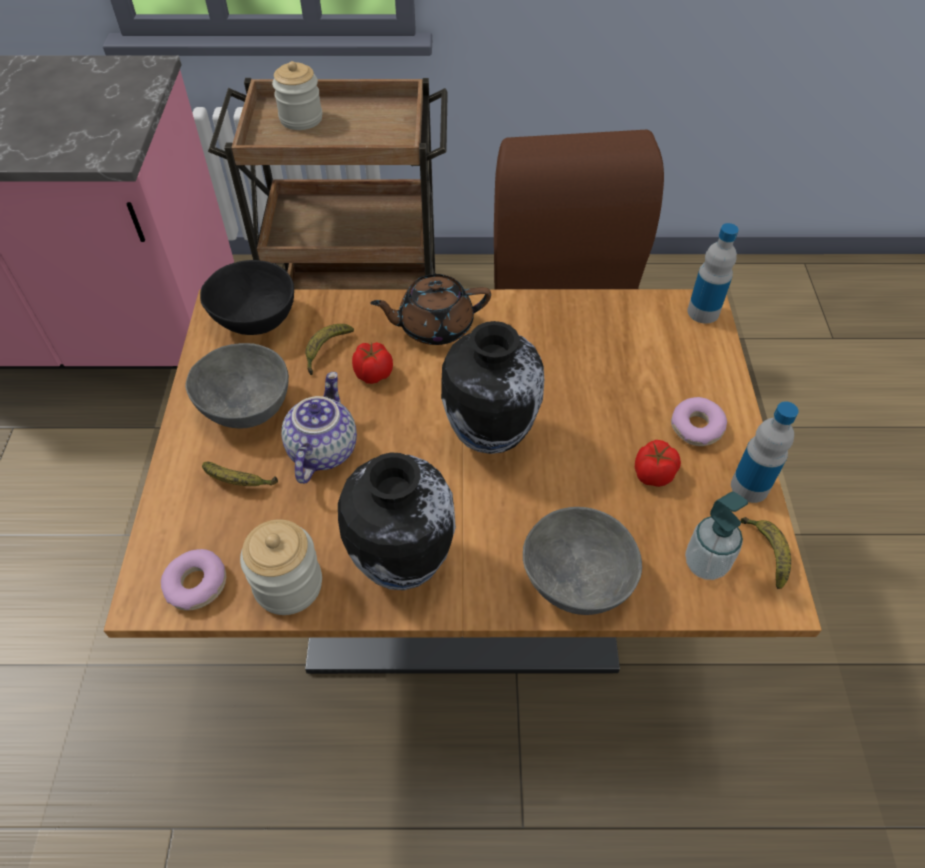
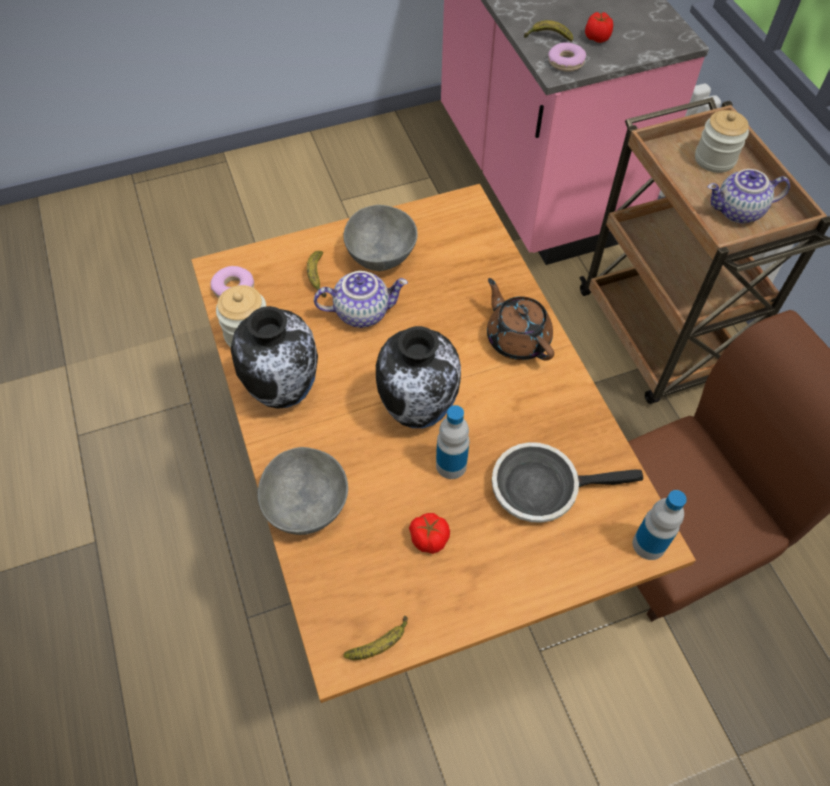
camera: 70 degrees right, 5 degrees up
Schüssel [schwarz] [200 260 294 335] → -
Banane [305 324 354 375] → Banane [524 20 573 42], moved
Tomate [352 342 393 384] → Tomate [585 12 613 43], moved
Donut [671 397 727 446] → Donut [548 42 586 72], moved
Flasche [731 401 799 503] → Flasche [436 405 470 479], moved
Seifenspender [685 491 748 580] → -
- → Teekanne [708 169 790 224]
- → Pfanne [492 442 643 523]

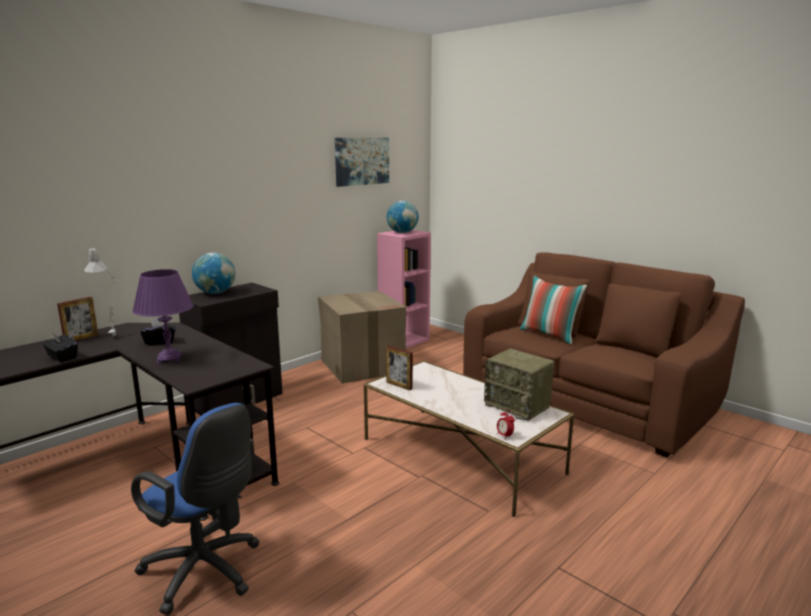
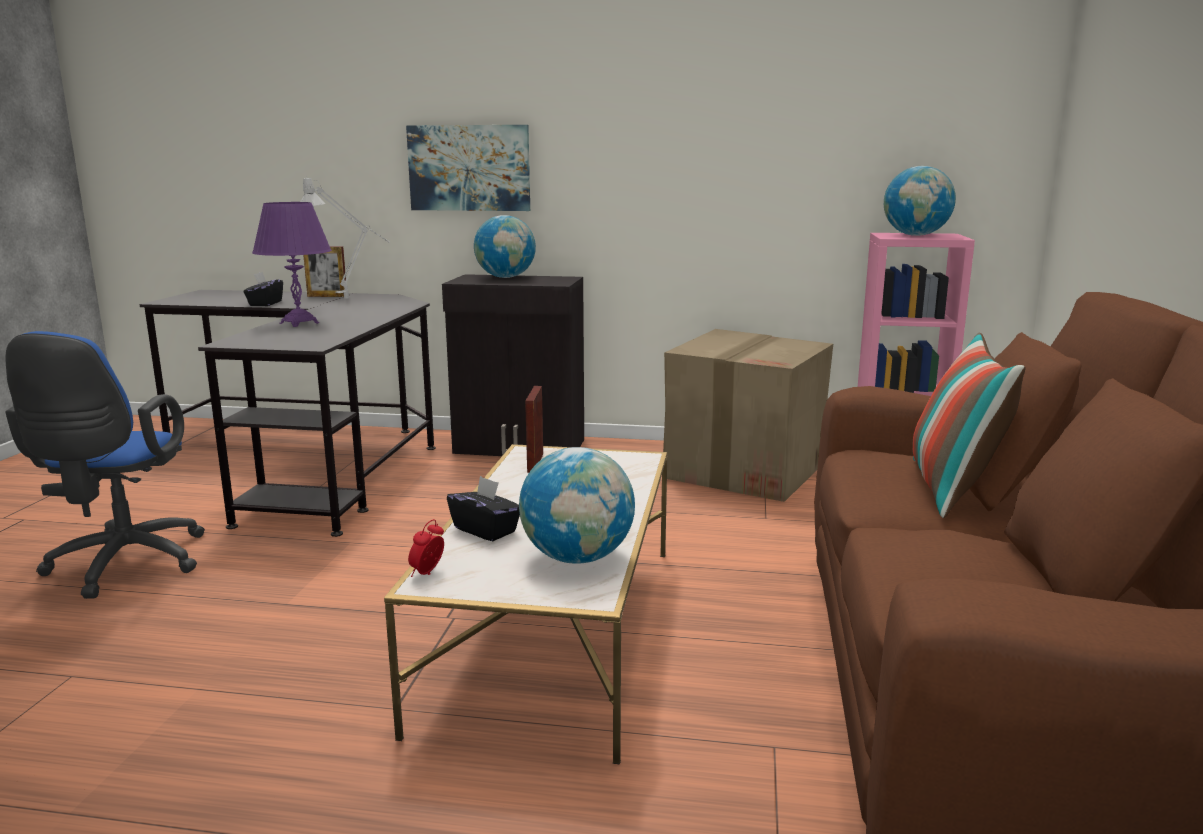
camera: 55 degrees right, 0 degrees up
Bild [335 138 389 187] → Bild [406 125 530 211], moved
Taschentuchbox [schwarz] [140 318 176 345] → Taschentuchbox [schwarz] [447 476 520 541], moved
Radio [484 349 554 421] → Globus [519 447 635 564]

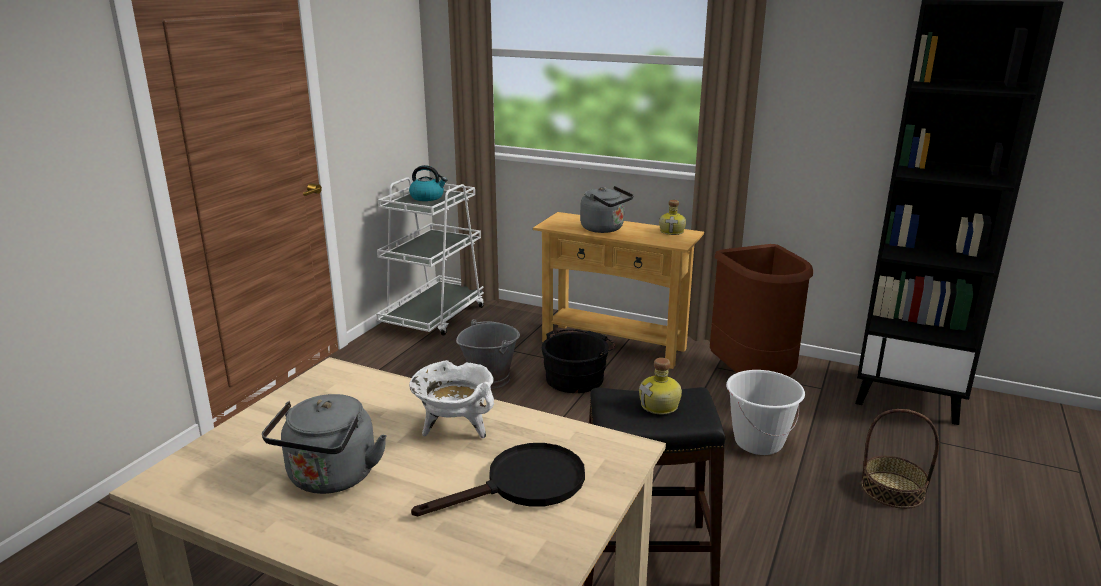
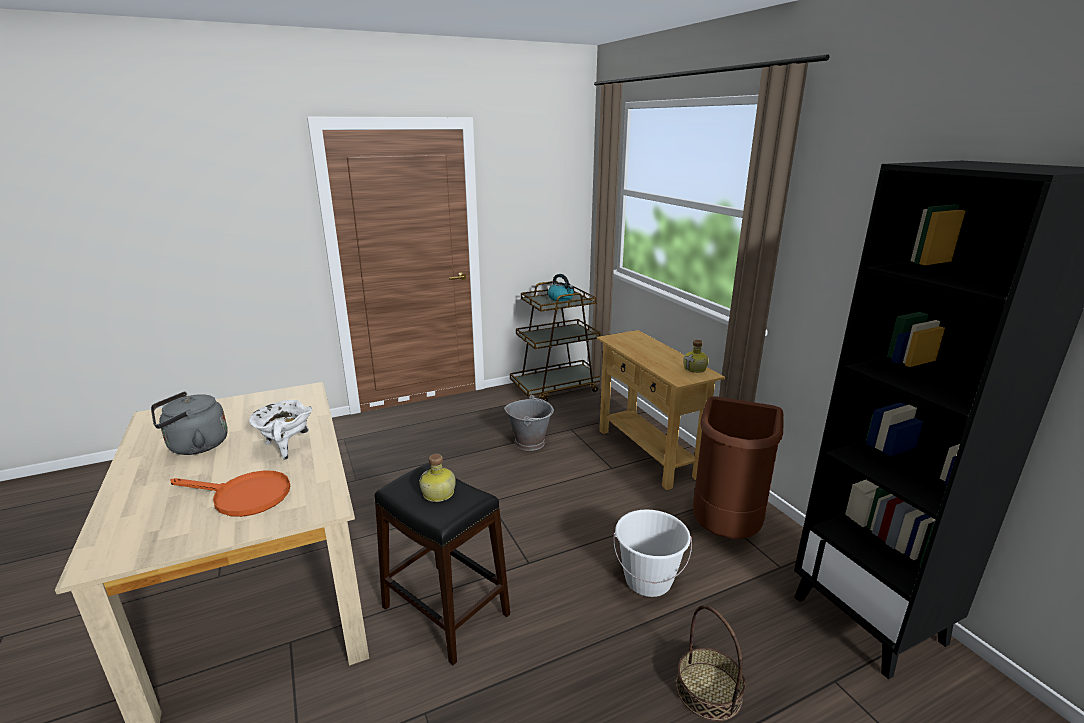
camera: 40 degrees right, 0 degrees up
Rollwagen [weiß] [376 177 484 336] → Rollwagen [braun] [510 281 601 401]
Wasserkessel [grau] [580 186 634 233] → -
Eimer [schwarz] [542 329 615 393] → -
Pfanne [schwarz] [411 443 585 516] → Pfanne [orange] [171 470 290 517]

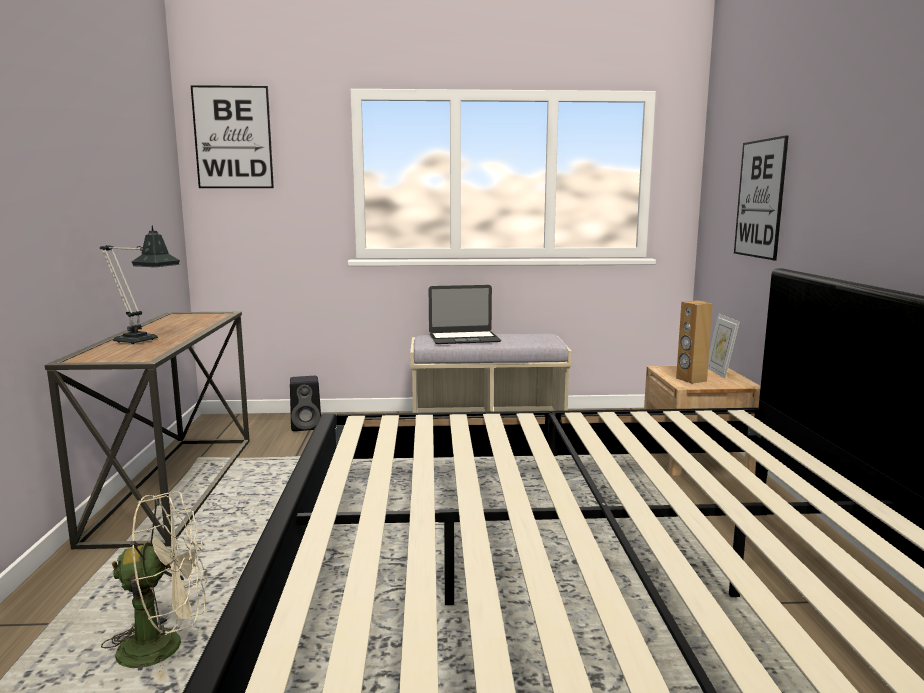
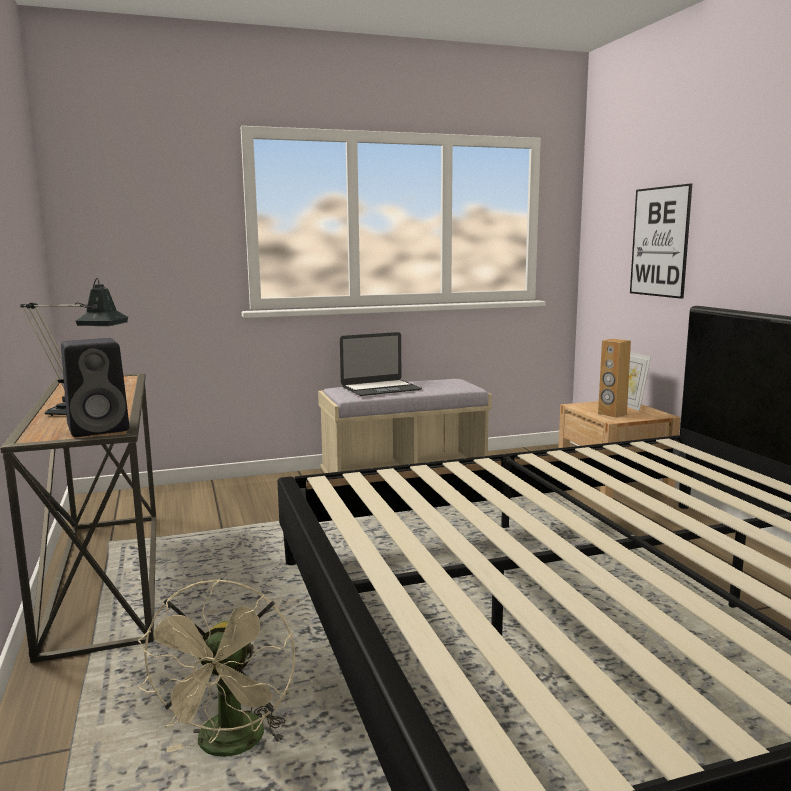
camera: 15 degrees left, 0 degrees up
Bild [191 85 274 188] → -
Lautsprecher [schwarz] [290 376 321 431] → Lautsprecher [schwarz] [61 338 129 437], moved
Ventilator [beige] [101 491 208 681] → Ventilator [beige] [138 579 295 757], 120 degrees clockwise

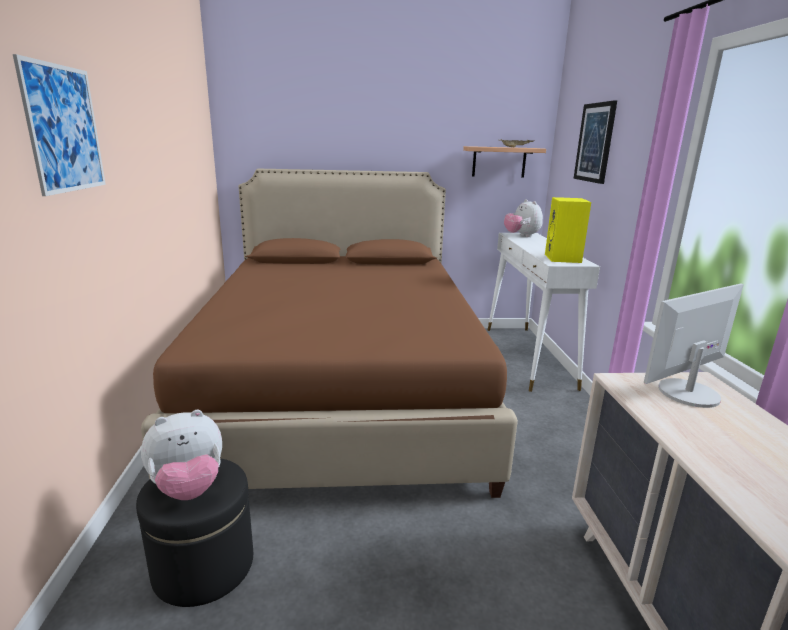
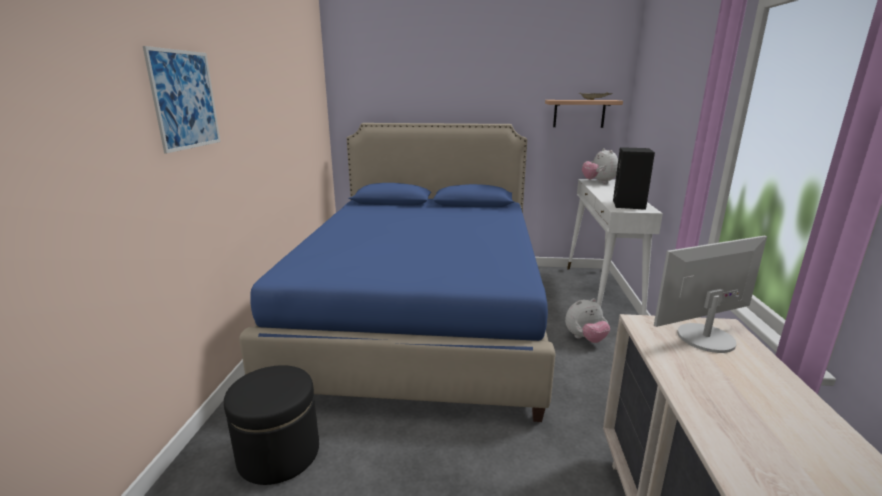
camera: 10 degrees right, 0 degrees up
Bild [574 101 617 184] → -
Bett [braun] [141 169 518 498] → Bett [blau] [239 123 556 422]
Lautsprecher [gelb] [545 197 591 263] → Lautsprecher [schwarz] [613 147 655 210]
Plüschtier [141 410 222 500] → Plüschtier [565 298 610 343], moved

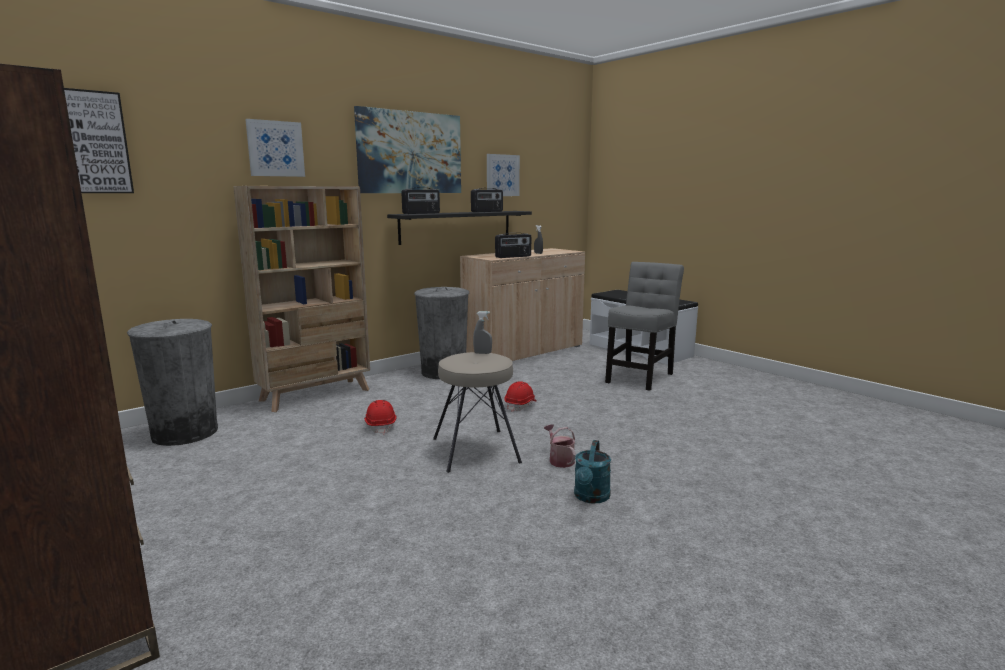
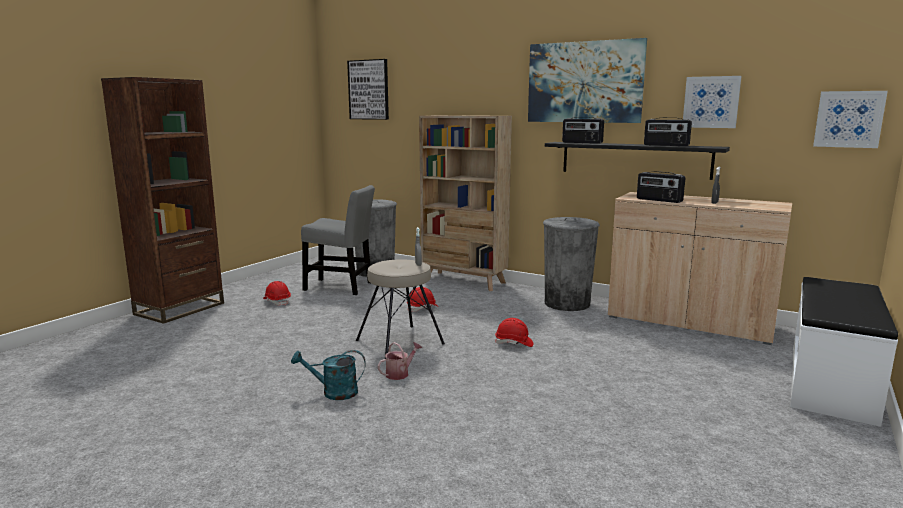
camera: 70 degrees right, 0 degrees up
Bild [245 119 305 177] → Bild [813 91 888 148], moved
Stuhl [grau] [605 262 684 391] → Stuhl [grau] [301 185 375 295], moved
- → Schutzhelm [rot] [263 281 291 306]

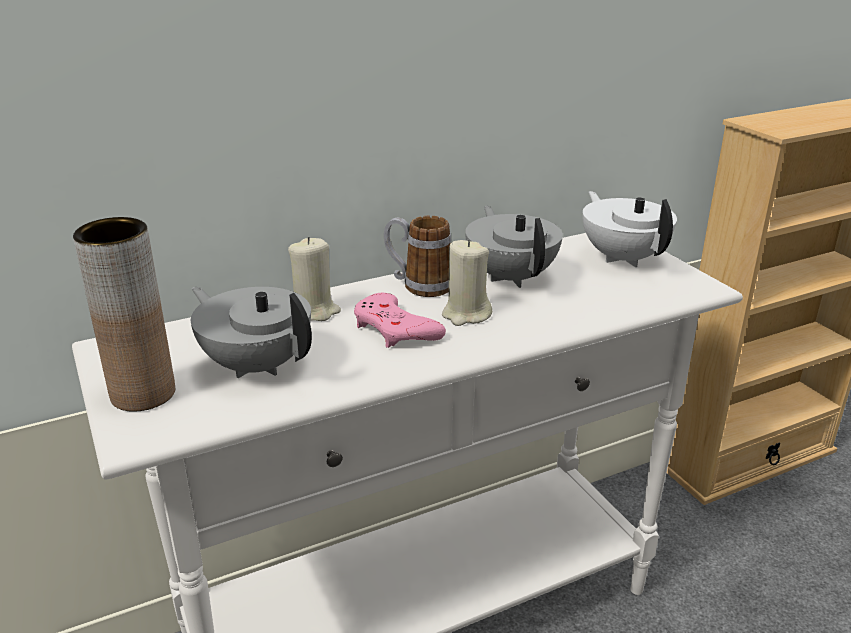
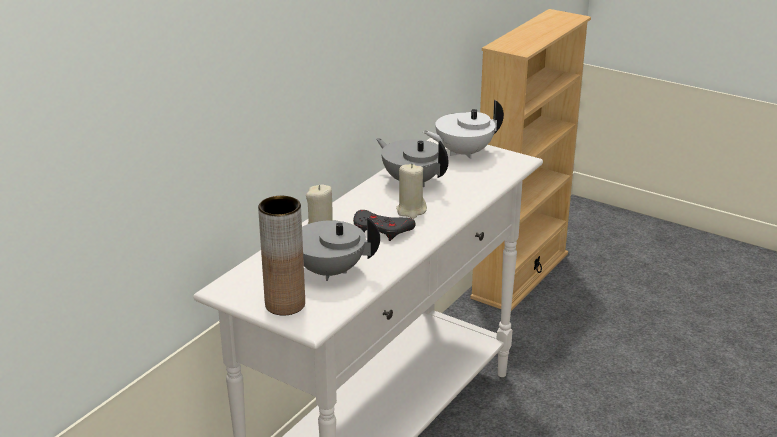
camera: 30 degrees left, 0 degrees up
Teekanne [weiß] [582 191 677 267] → Teekanne [weiß] [422 99 504 159], 60 degrees counterclockwise
Henkelbecher [384 216 451 297] → -
Gamepad [rosa] [354 293 446 348] → Gamepad [grau] [353 210 415 241]

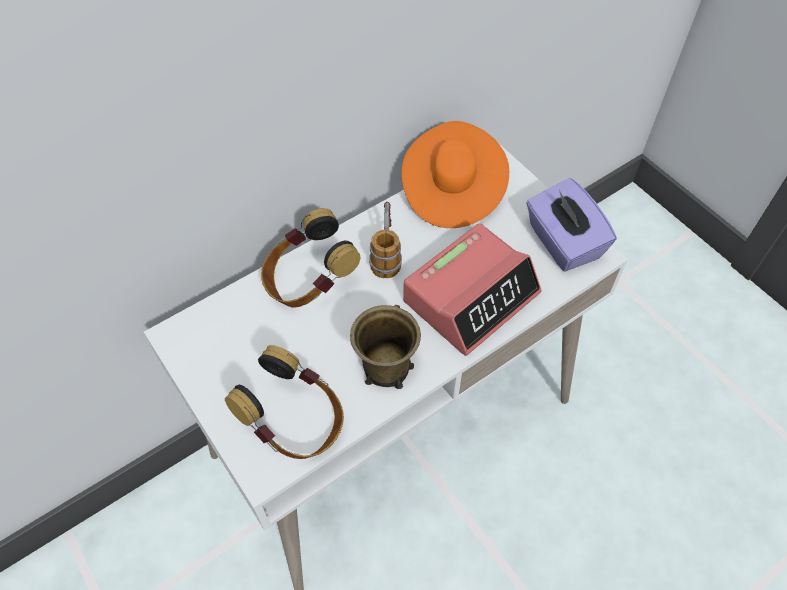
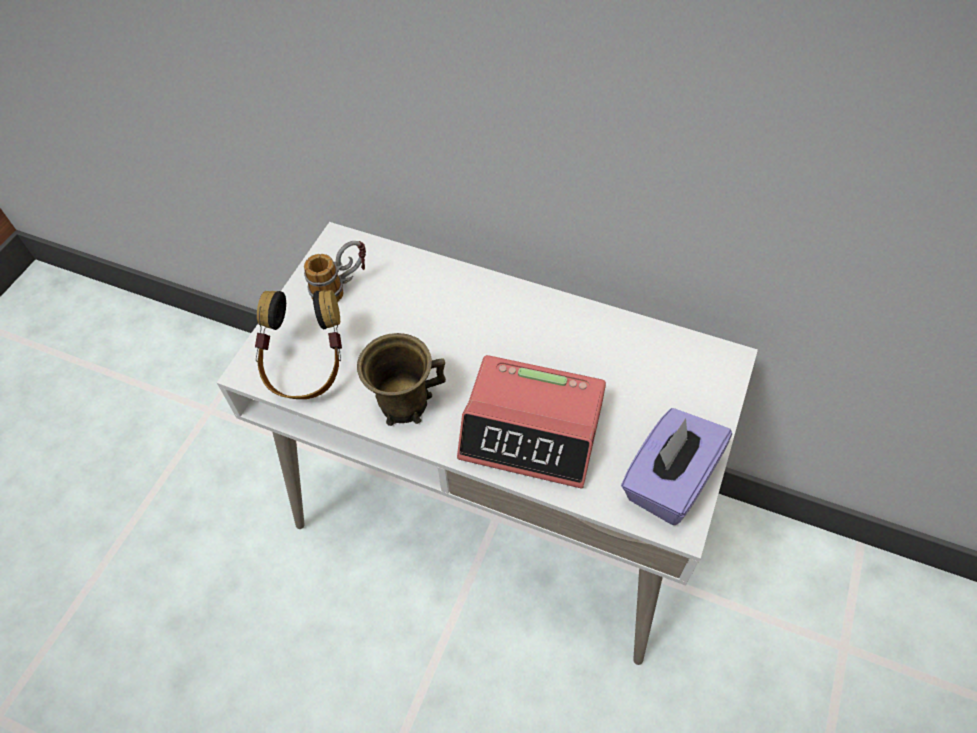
camera: 60 degrees right, 0 degrees up
Hut [orange] [401 121 509 228] → -
Henkelbecher [369 202 402 278] → Henkelbecher [304 241 366 302], moved
Kopfhörer [261 208 360 308] → -

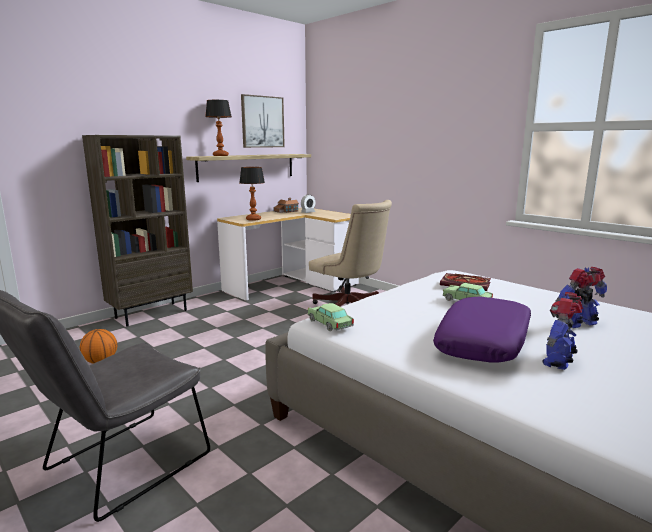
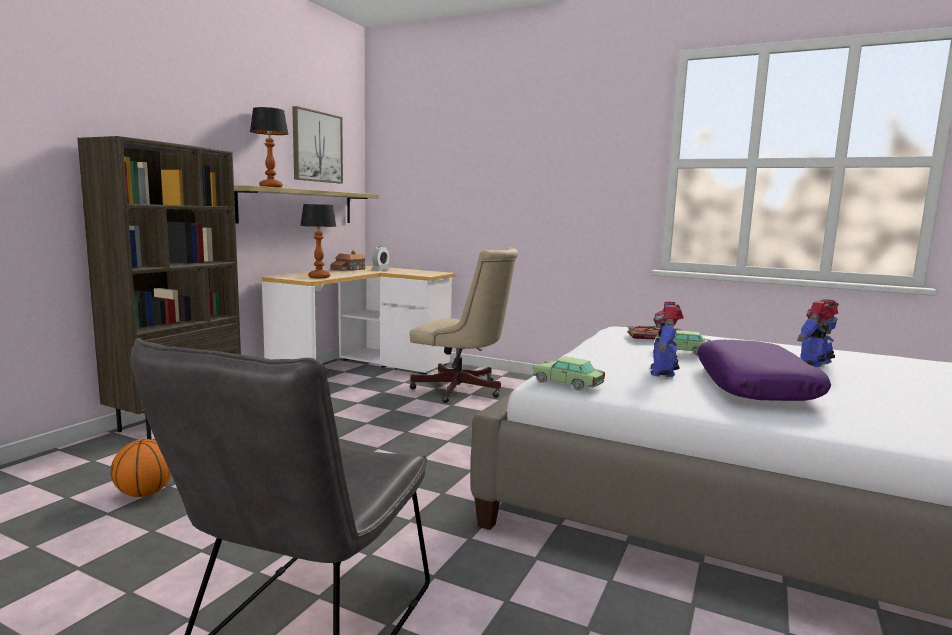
camera: 20 degrees left, 5 degrees down
Spielzeugroboter [542 292 583 370] → Spielzeugroboter [651 302 684 377], moved

